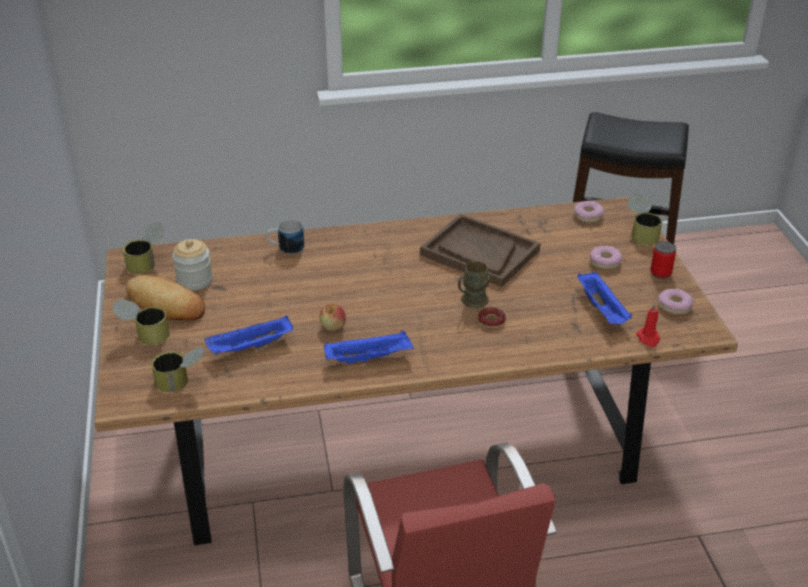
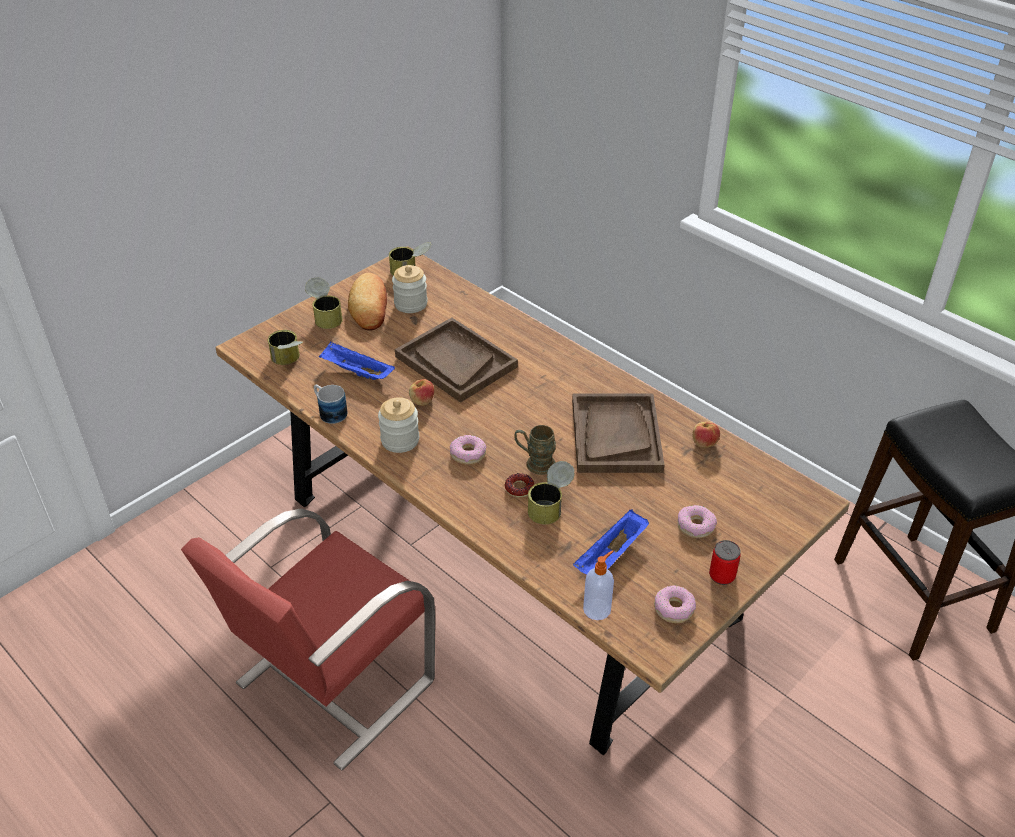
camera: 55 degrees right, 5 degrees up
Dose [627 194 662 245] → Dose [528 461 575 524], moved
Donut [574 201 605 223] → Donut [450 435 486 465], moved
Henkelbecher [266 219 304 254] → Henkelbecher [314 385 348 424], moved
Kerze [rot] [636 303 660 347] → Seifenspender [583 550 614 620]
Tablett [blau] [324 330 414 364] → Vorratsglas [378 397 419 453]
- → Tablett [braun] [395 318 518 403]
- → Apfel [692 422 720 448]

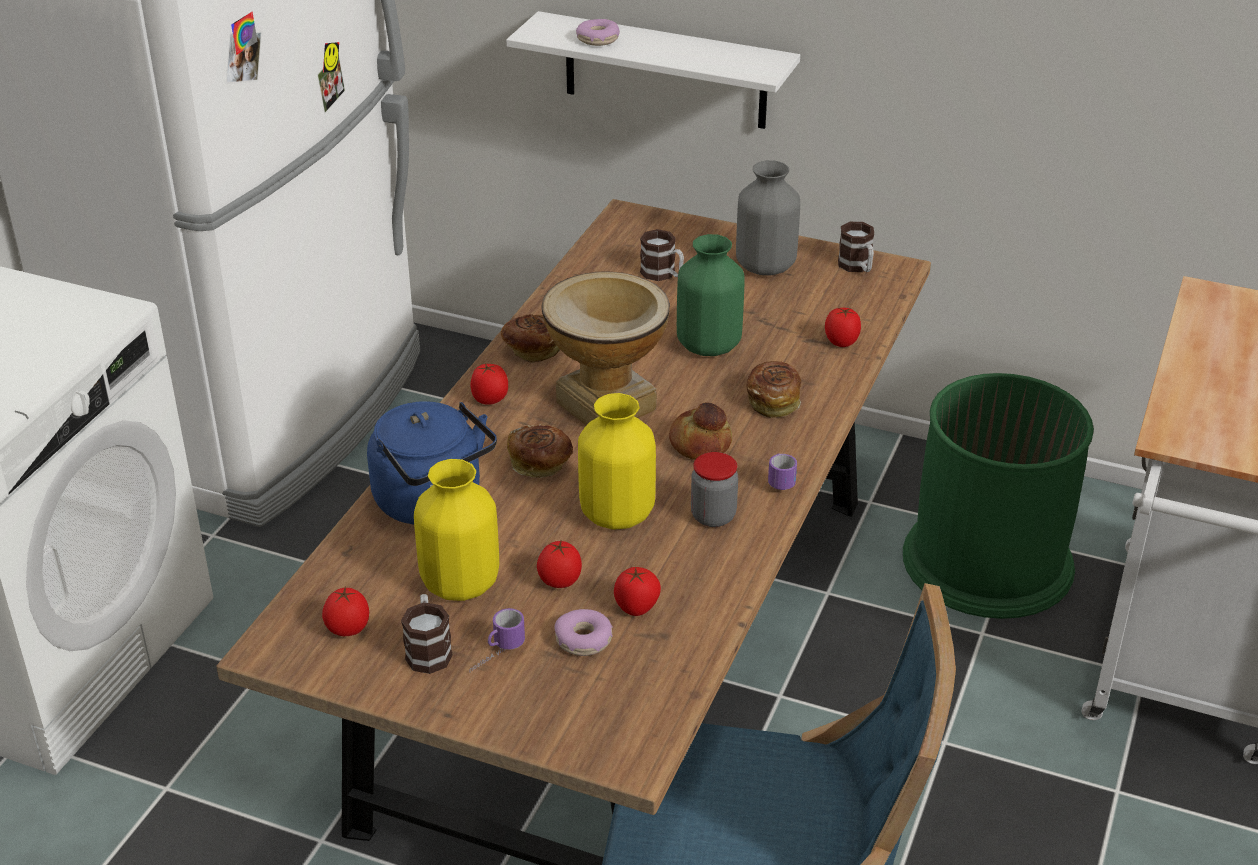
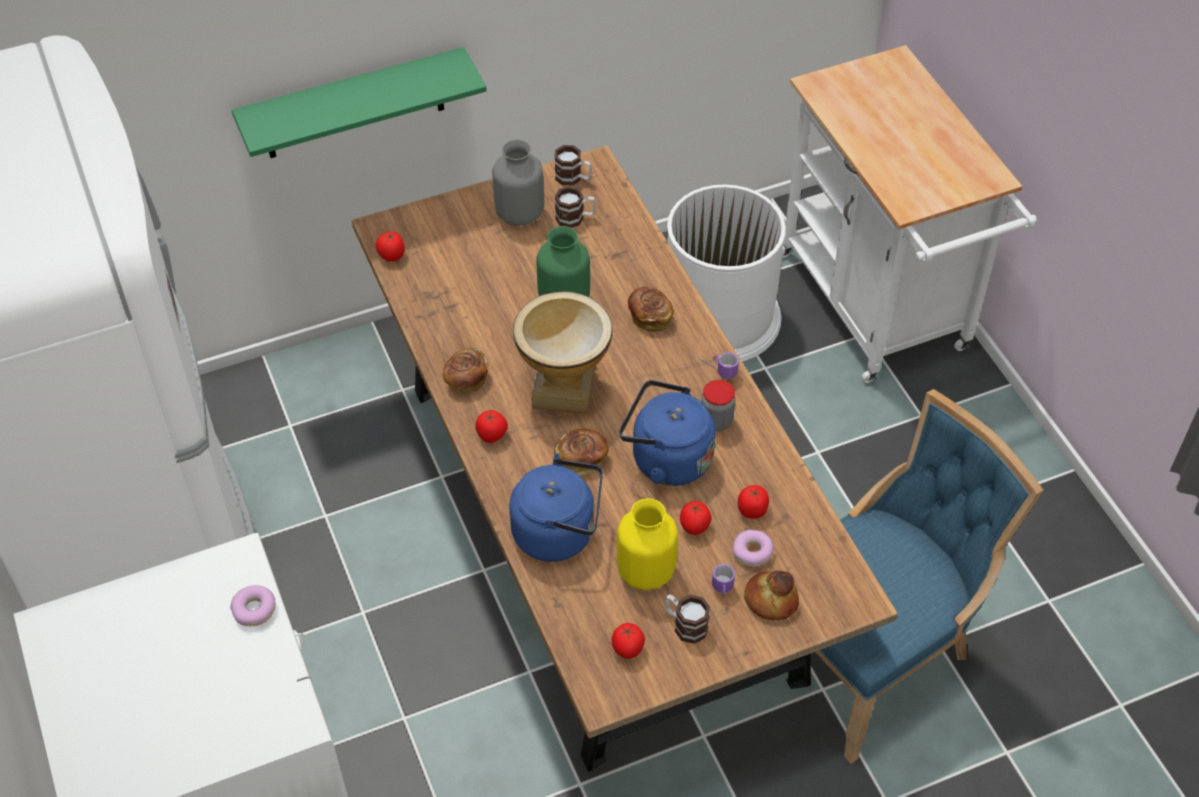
camera: 45 degrees left, 15 degrees up
Wandregal [weiß] [506 11 800 129] → Wandregal [grün] [232 47 487 158]
Donut [576 19 620 46] → Donut [230 585 276 626], moved
Henkelbecher [640 229 684 281] → Henkelbecher [555 186 596 228], moved
Tomate [825 308 861 347] → Tomate [376 232 405 261], moved
Mülleimer [grün] [903 373 1094 619] → Mülleimer [weiß] [667 184 786 362]
Vase [gelb] [578 393 656 530] → Wasserkessel [blau] [619 380 716 486]
Brot [669 402 732 460] → Brot [744 571 799 620], moved

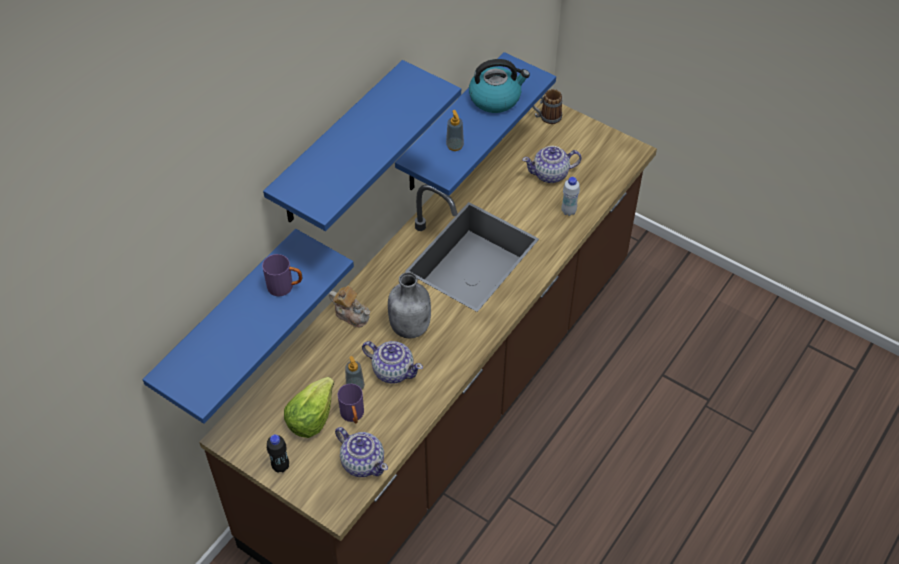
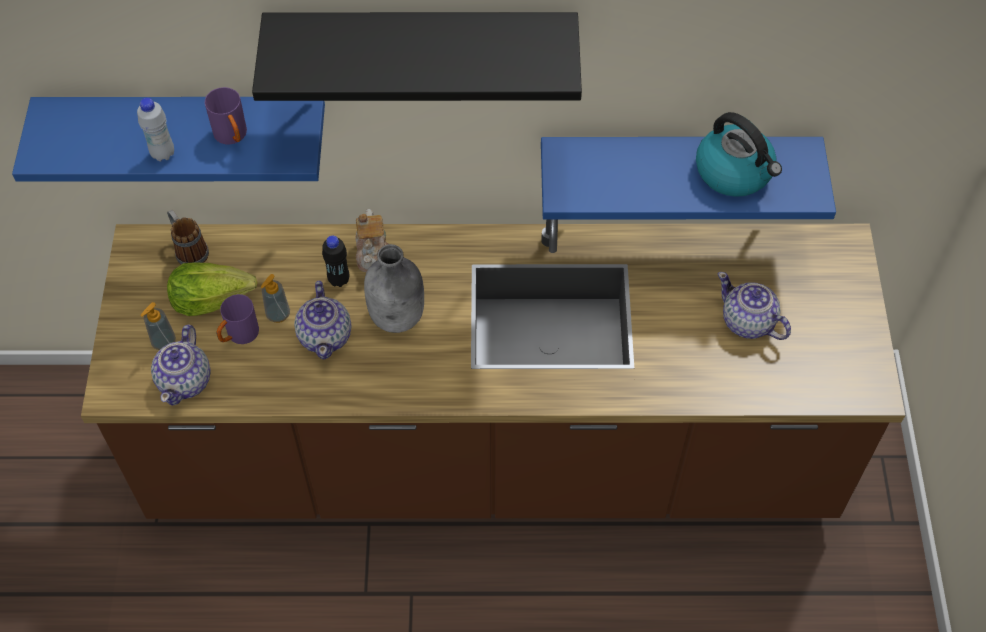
camera: 55 degrees right, 5 degrees up
Wandregal [blau] [263 60 461 231] → Wandregal [schwarz] [252 12 582 101]
Henkelbecher [532 89 562 124] → Henkelbecher [167 210 209 265], moved
Seifenspender [446 110 464 151] → Seifenspender [140 302 176 350], moved
Flasche [weiß] [562 177 580 216] → Flasche [weiß] [137 98 174 161], moved
Flasche [schwarz] [267 434 289 473] → Flasche [schwarz] [322 235 350 287], moved

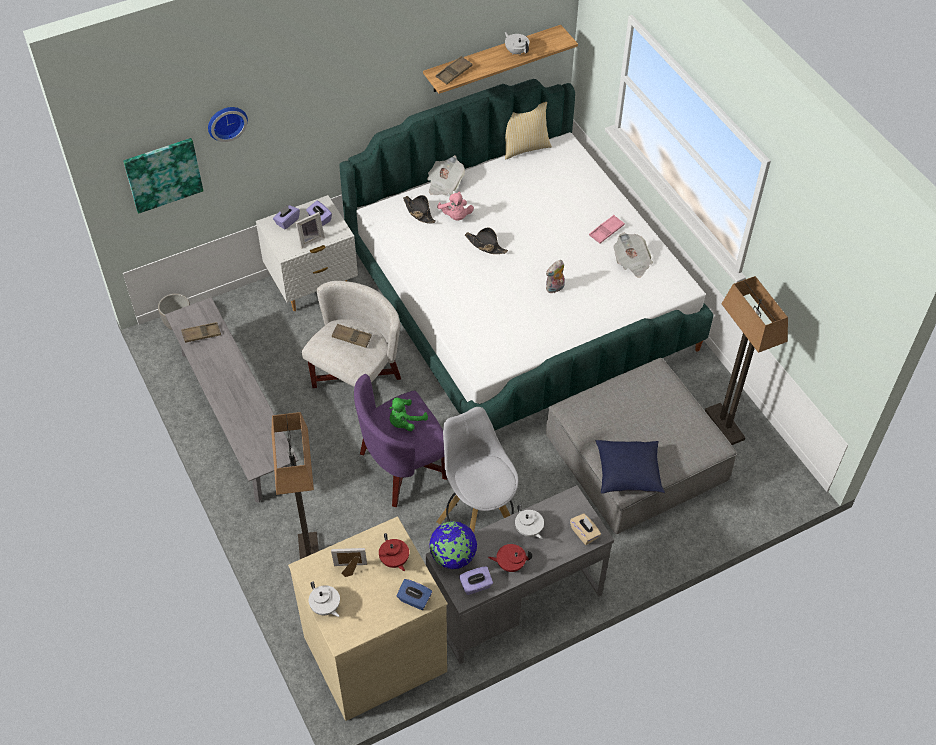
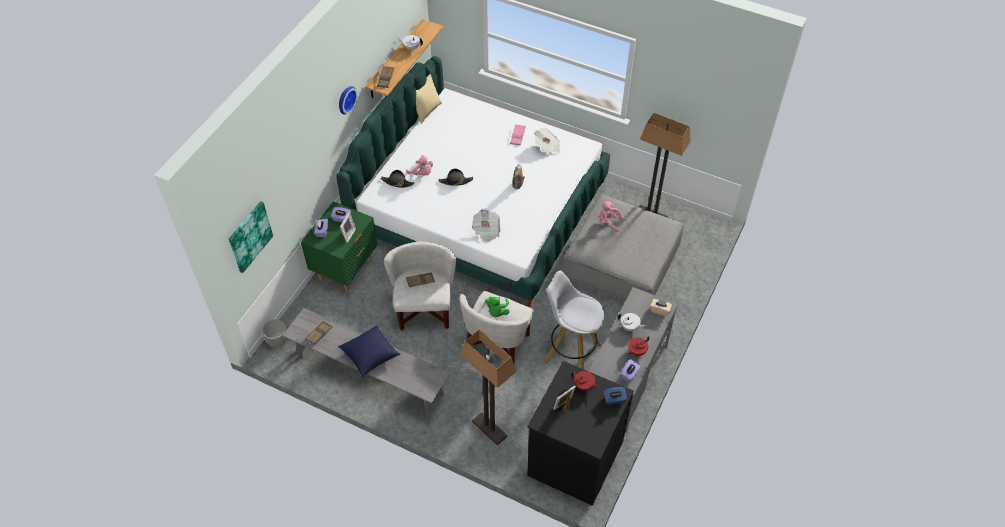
camera: 35 degrees left, 0 degrees up
Wanduhr [208 107 248 142] → Wanduhr [339 86 358 115], moved
Zeitung [427 155 465 195] → Zeitung [472 208 500 244], moved
Nachttisch [weiß] [256 195 358 311] → Nachttisch [grün] [301 202 377 291]
Sessel [lila] [354 374 447 507] → Sessel [weiß] [459 291 534 366]
Kissen [blau] [596 440 665 494] → Kissen [blau] [338 325 401 378], moved
Kommode [beige] [288 516 448 721] → Kommode [schwarz] [527 361 634 506]
Globus [429 521 477 569] → -
Teekanne [weiß] [309 581 340 617] → -
- → Plüschtier [rosa] [600 201 625 232]

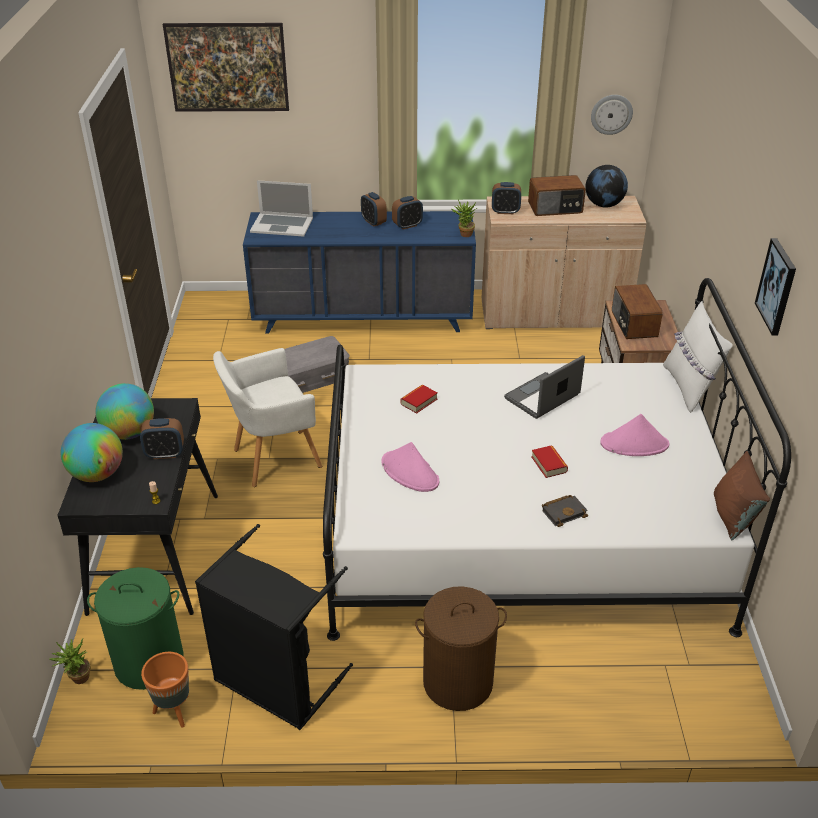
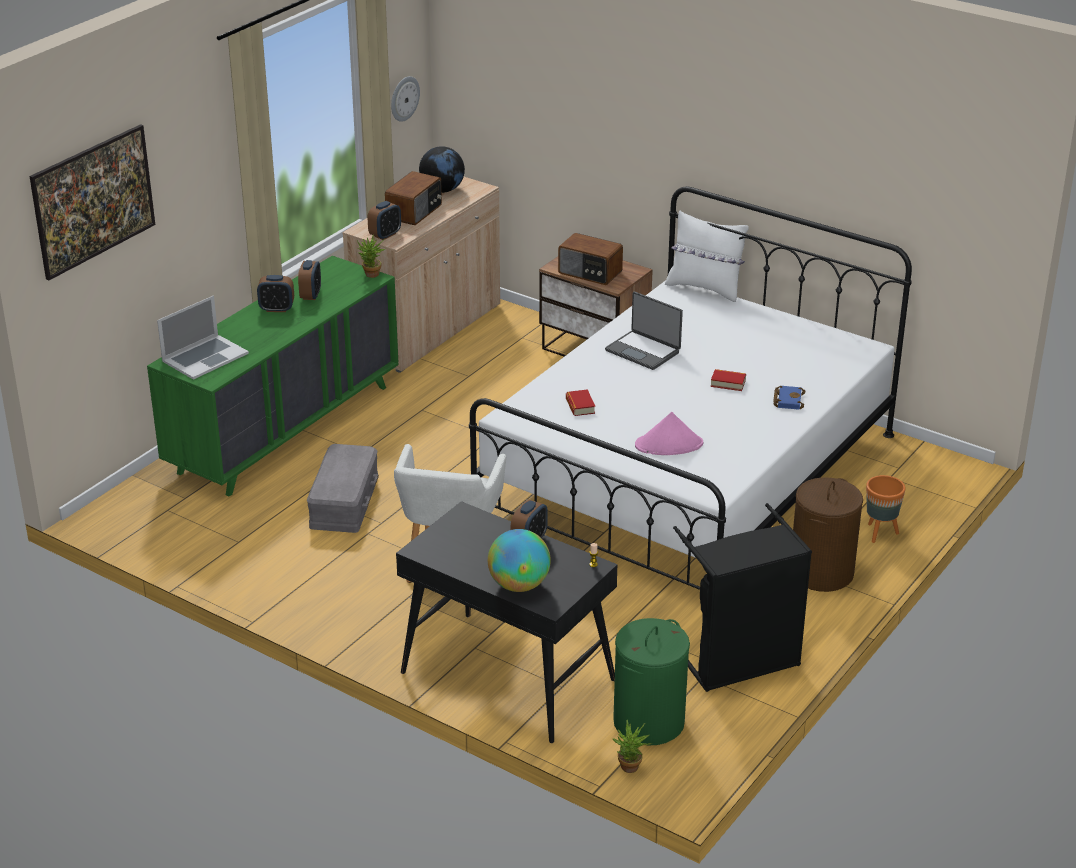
camera: 55 degrees left, 5 degrees down
Kommode [blau] [243 211 476 333] → Kommode [grün] [147 256 399 496]
Bild [755 238 796 335] → -
Laptop [504 355 585 419] → Laptop [605 292 683 370], 45 degrees counterclockwise
Globus [95 383 154 440] → -
Hut [rosa] [600 414 669 456] → -
Kissen [braun] [714 451 770 540] → -
Buch [schwarz] [542 495 588 527] → Buch [blau] [773 386 805 410]
Pflanzkübel [orange] [141 652 189 727] → Pflanzkübel [orange] [866 475 906 543], moved

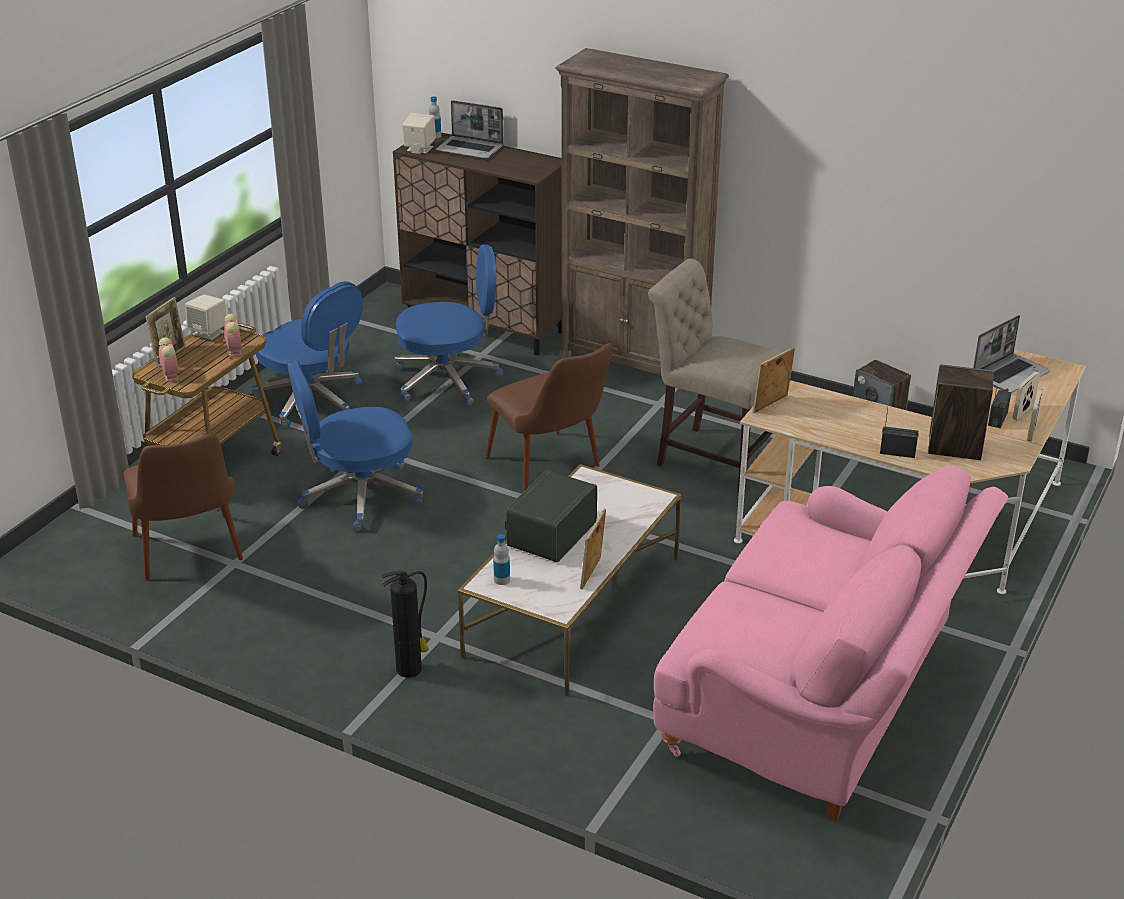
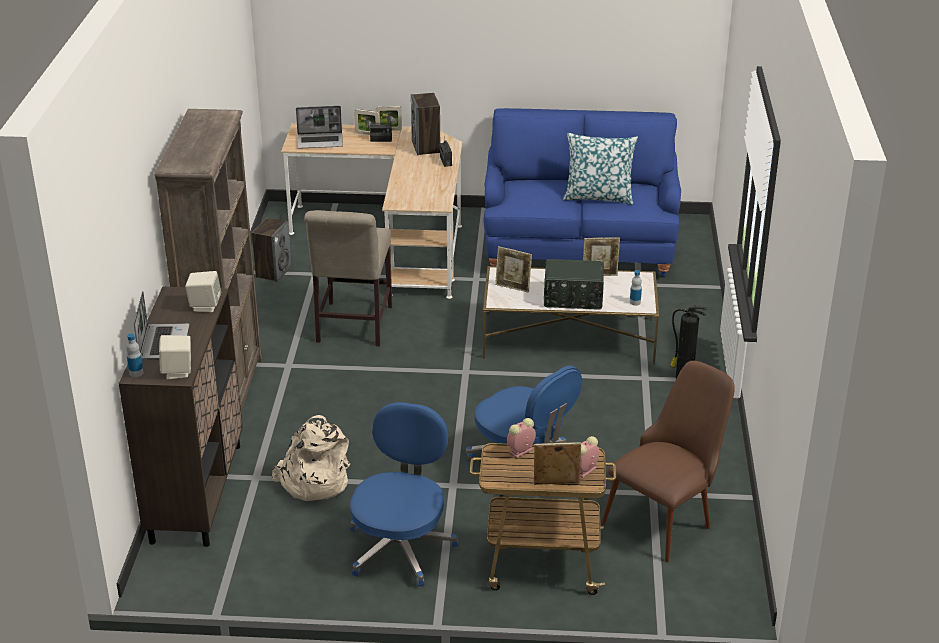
camera: 115 degrees left, 0 degrees up
Bürostuhl [blau] [394 245 503 406] → Rucksack [beige] [271 415 350 501]
Lautsprecher [beige] [185 294 226 340] → Lautsprecher [beige] [185 271 221 312], moved
Laptop [973 315 1050 393] → Laptop [296 106 343 149], 150 degrees clockwise
Stuhl [braun] [486 343 613 491] → -
Bilderrahmen [753 347 795 413] → Bilderrahmen [495 246 532 293], moved
Sofa [rosa] [653 465 1008 821] → Sofa [blau] [483 108 681 276]
- → Kissen [563 133 638 205]

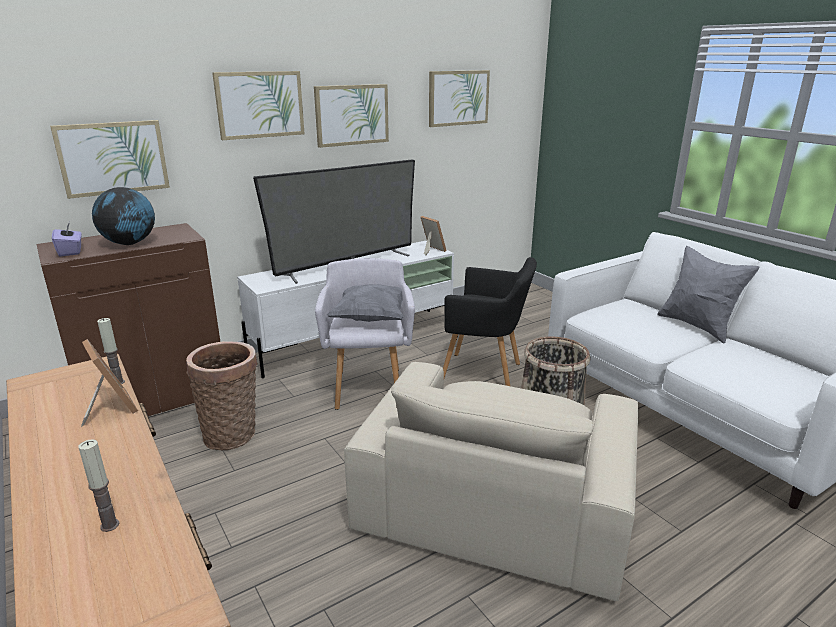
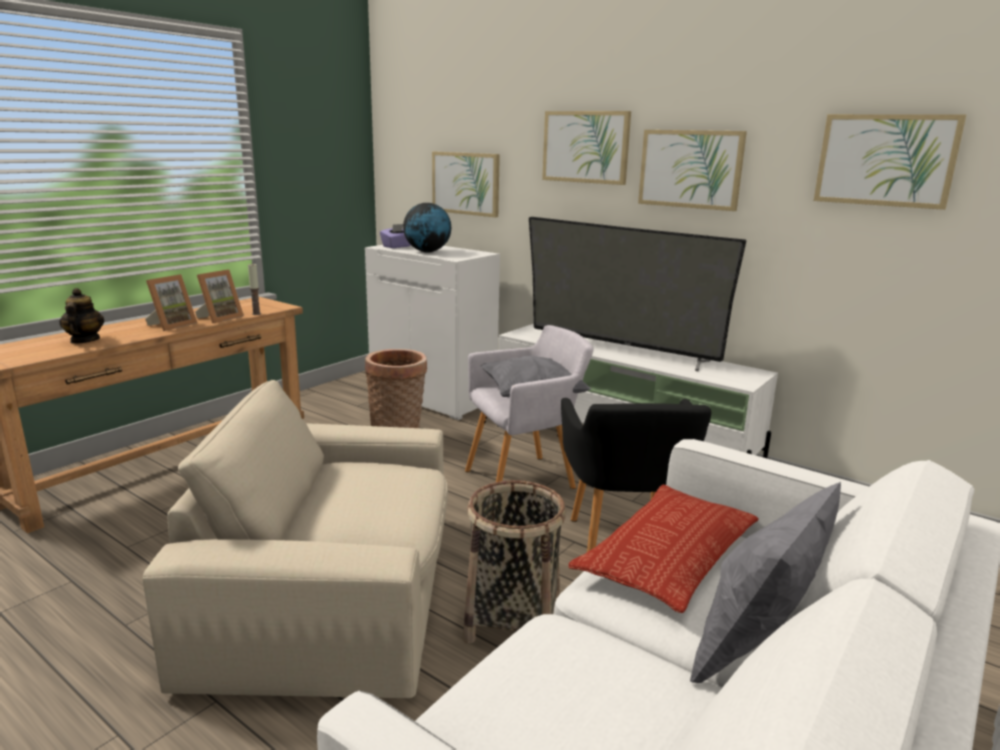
camera: 70 degrees right, 5 degrees down
Bilderrahmen [421 216 447 256] → Bilderrahmen [145 274 197 331], moved
Schrank [braun] [36 223 220 416] → Schrank [weiß] [365 245 500 420]
Kerze [79 439 119 532] → Teekanne [59 288 104 344]
- → Kissen [569 485 759 613]

